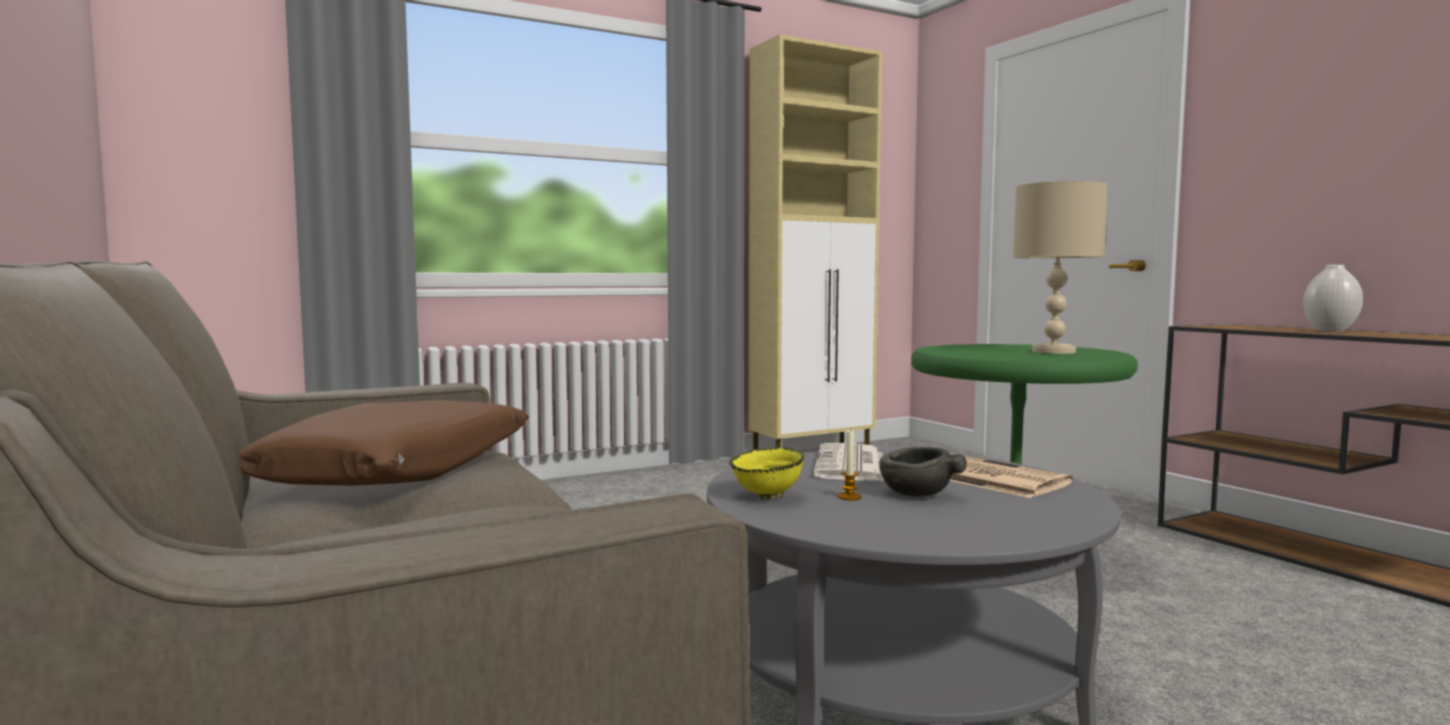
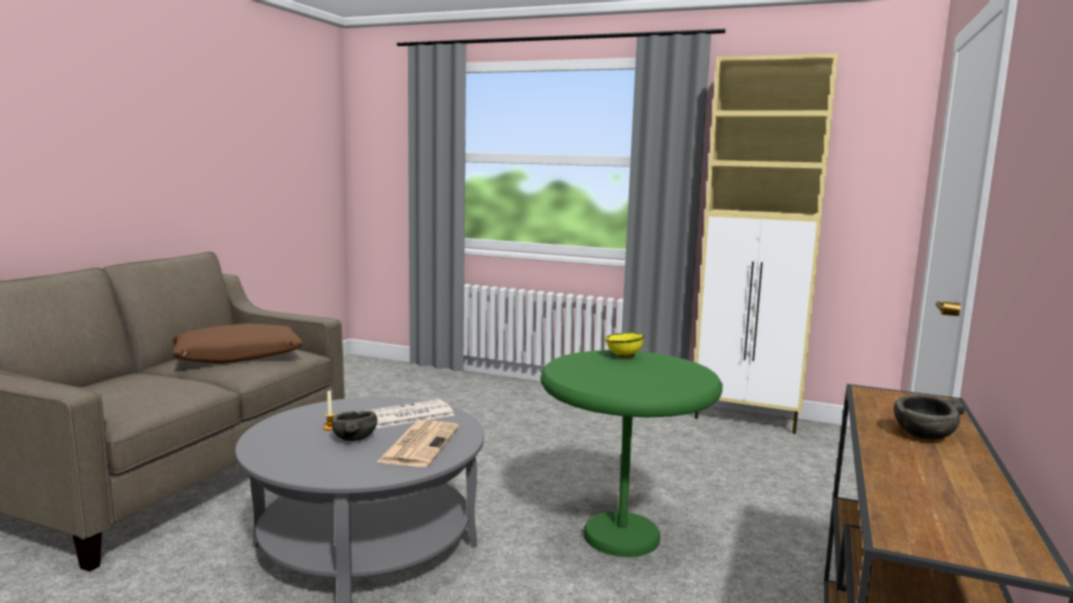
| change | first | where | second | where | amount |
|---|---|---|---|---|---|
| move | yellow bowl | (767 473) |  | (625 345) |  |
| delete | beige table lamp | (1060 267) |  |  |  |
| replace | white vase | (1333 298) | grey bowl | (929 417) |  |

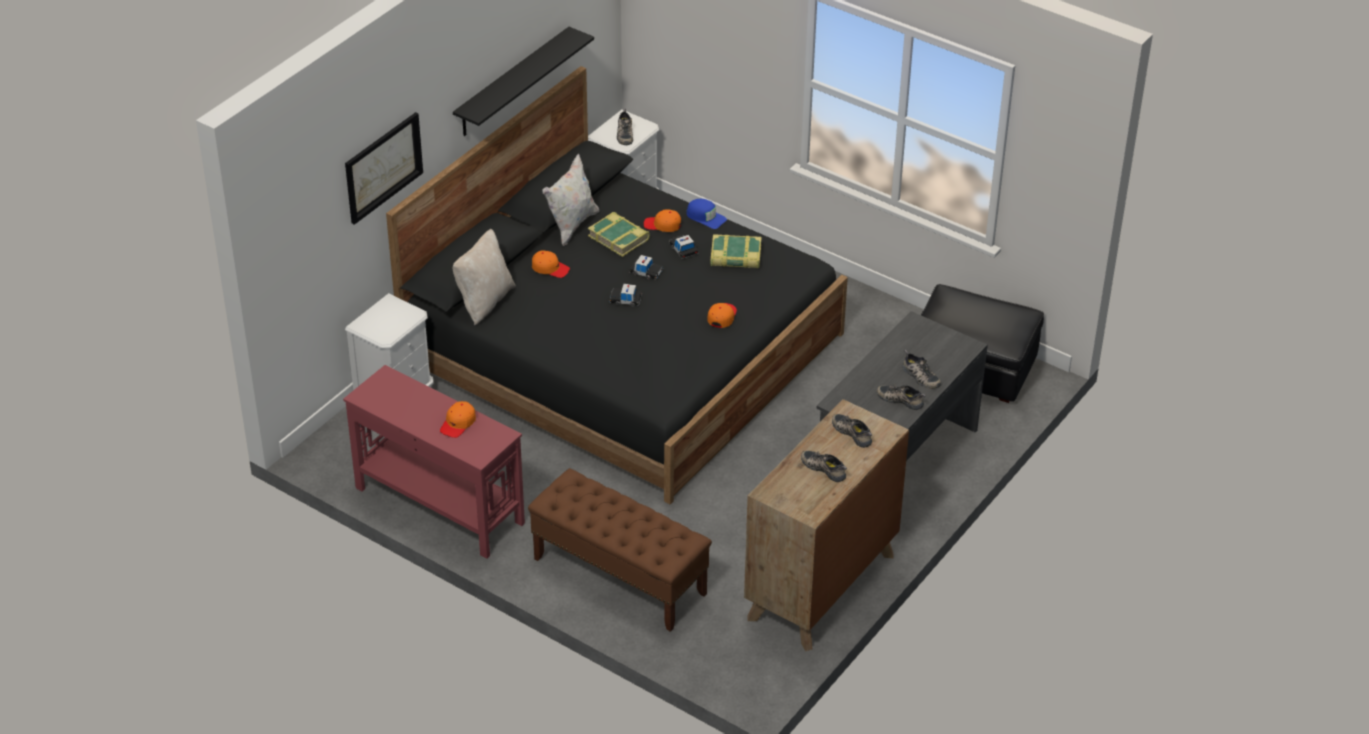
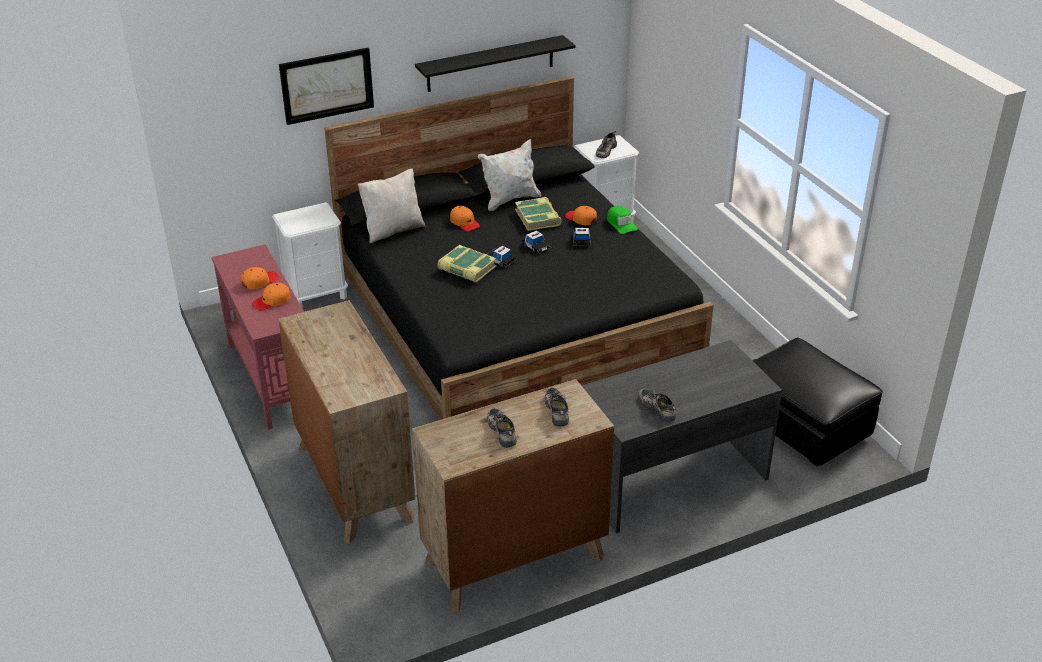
| change | first | where | second | where | amount |
|---|---|---|---|---|---|
| replace | brown bench | (620 550) | brown dresser | (346 422) |  |
| recolor | blue cap | (706 214) | green cap | (622 220) |  |
| move | orange cap | (722 315) |  | (260 278) |  |
| move | book | (736 251) |  | (467 264) |  |
| delete | shoe | (921 369) |  |  |  |

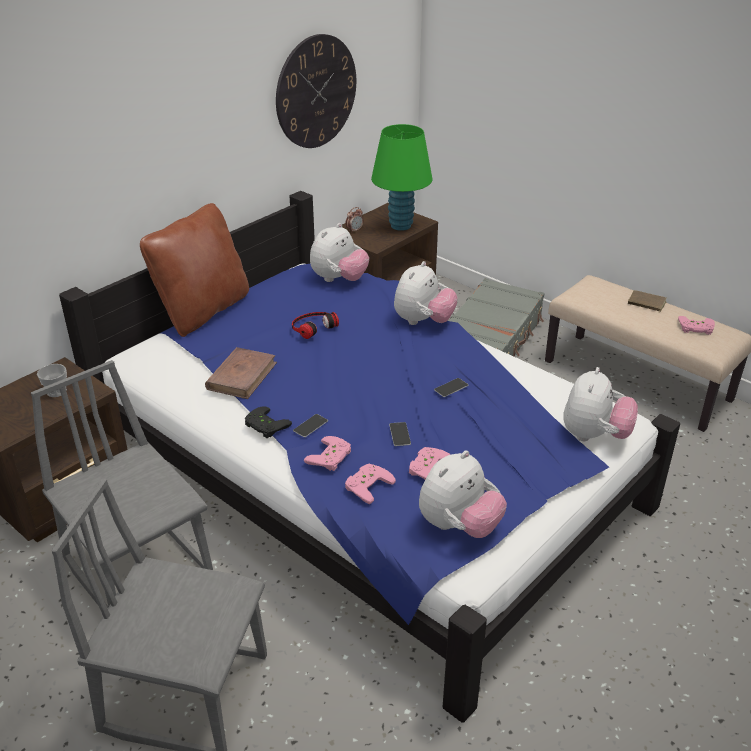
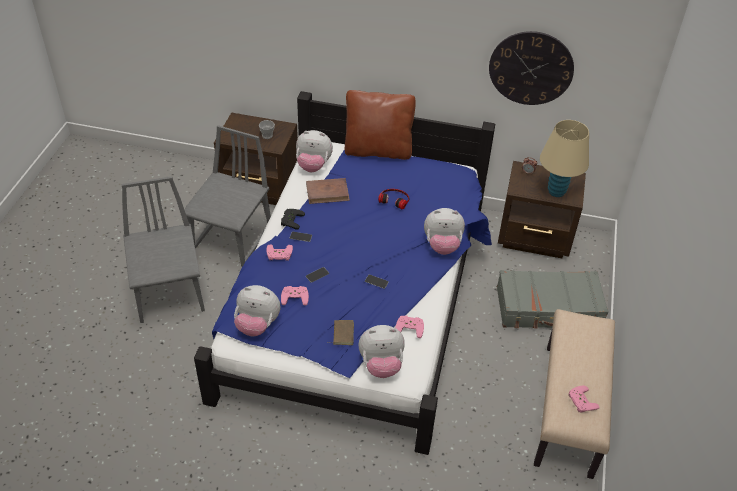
| change | first | where | second | where | amount |
|---|---|---|---|---|---|
| move | plush toy | (339 252) |  | (314 151) |  |
| move | pink game controller | (370 484) |  | (409 327) |  |
| recolor | green table lamp | (401 177) | beige table lamp | (564 158) |  |
| move | brown book | (647 301) |  | (340 332) |  |

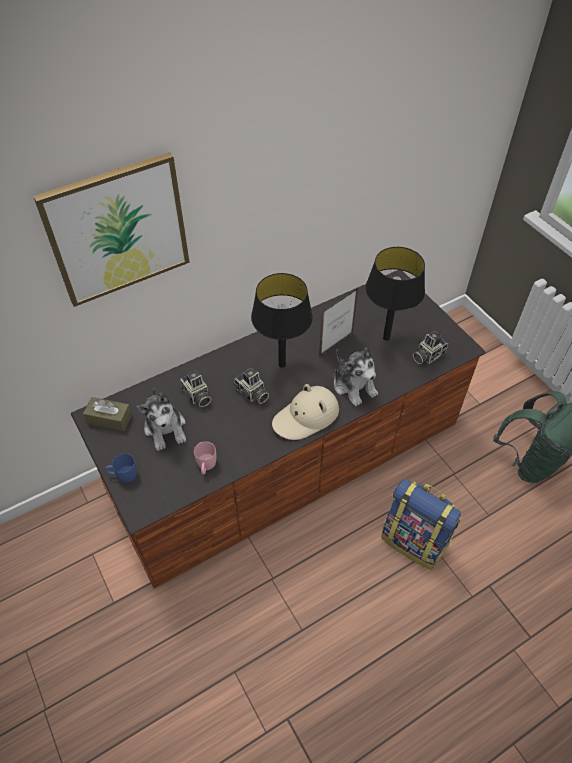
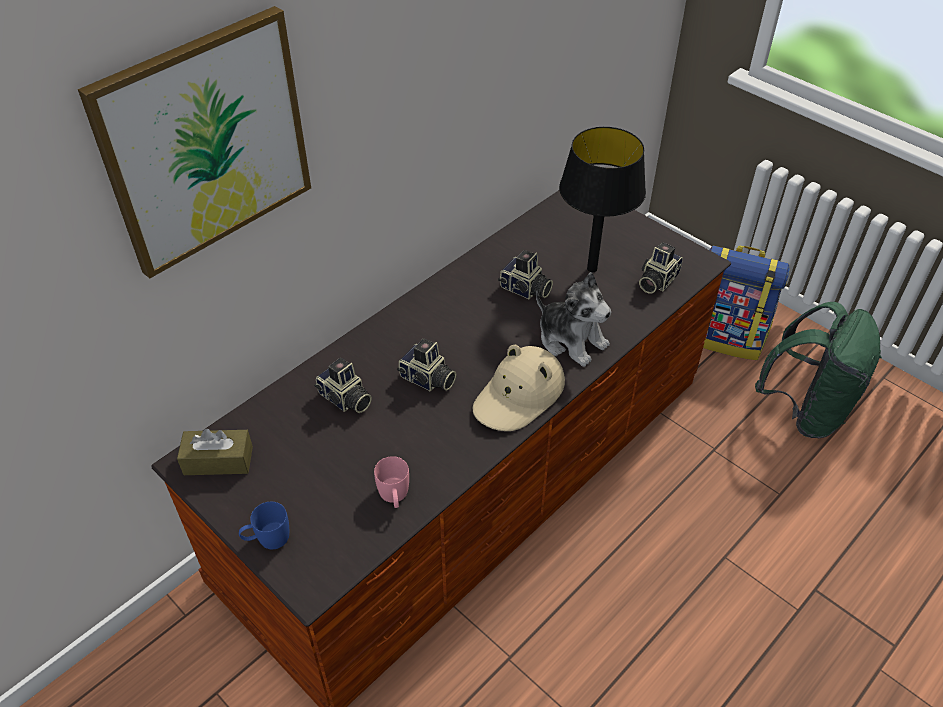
| change | first | where | second | where | amount |
|---|---|---|---|---|---|
| delete | plush toy | (161 419) |  |  |  |
| delete | black table lamp | (282 320) |  |  |  |
| replace | picture frame | (338 321) | photo camera | (525 274) |  |
| move | backpack | (421 524) |  | (746 302) |  |

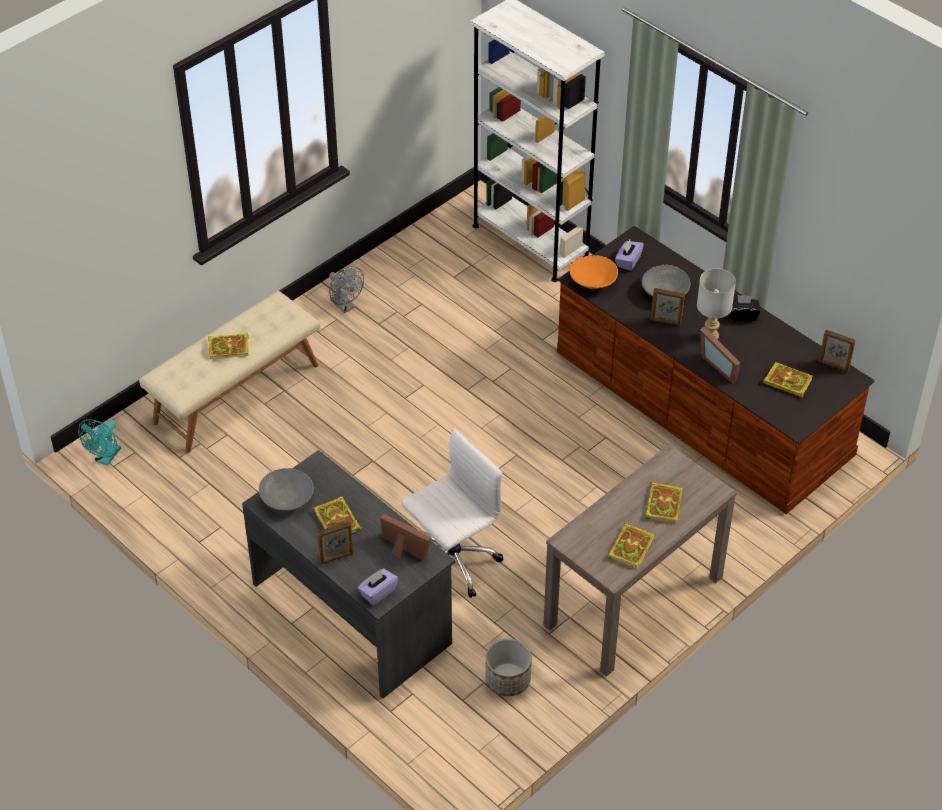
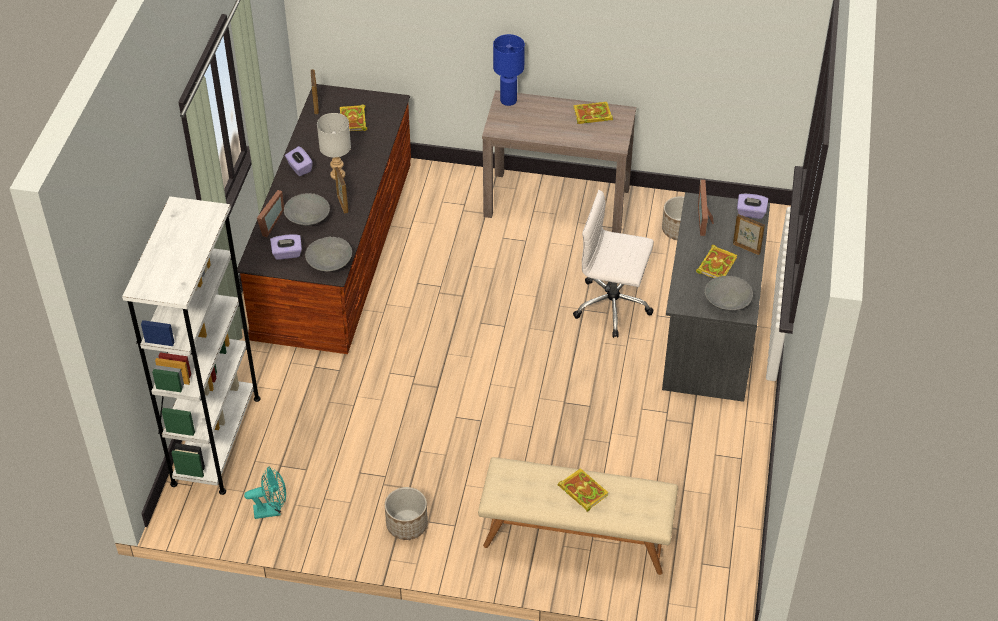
| change | first | where | second | where | amount |
|---|---|---|---|---|---|
| move | turquoise fan | (99 442) |  | (265 492) |  |
| replace | grey fan | (346 289) | planter | (406 513) |  |
| recolor | orange bowl | (593 272) | grey bowl | (328 254) |  |
| delete | book | (663 502) |  |  |  |
| move | picture frame | (720 355) |  | (270 213) |  |
| recolor | black tissue box | (745 308) | purple tissue box | (299 161) |  |
| insert |  |  | blue table lamp | (509 70) |  |

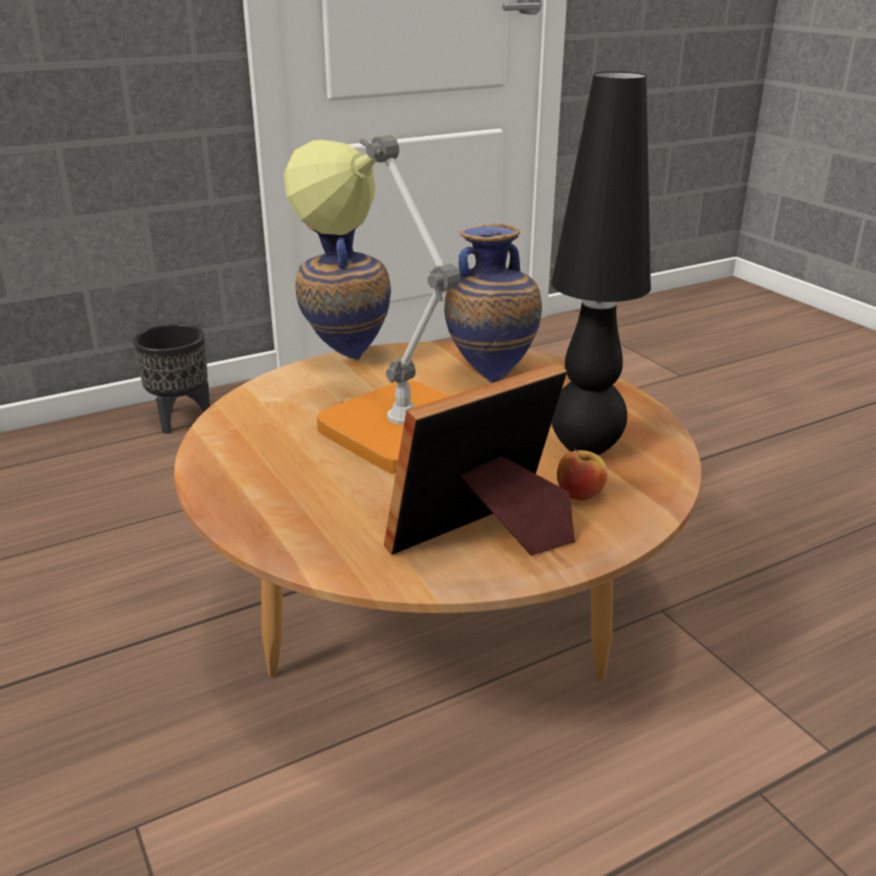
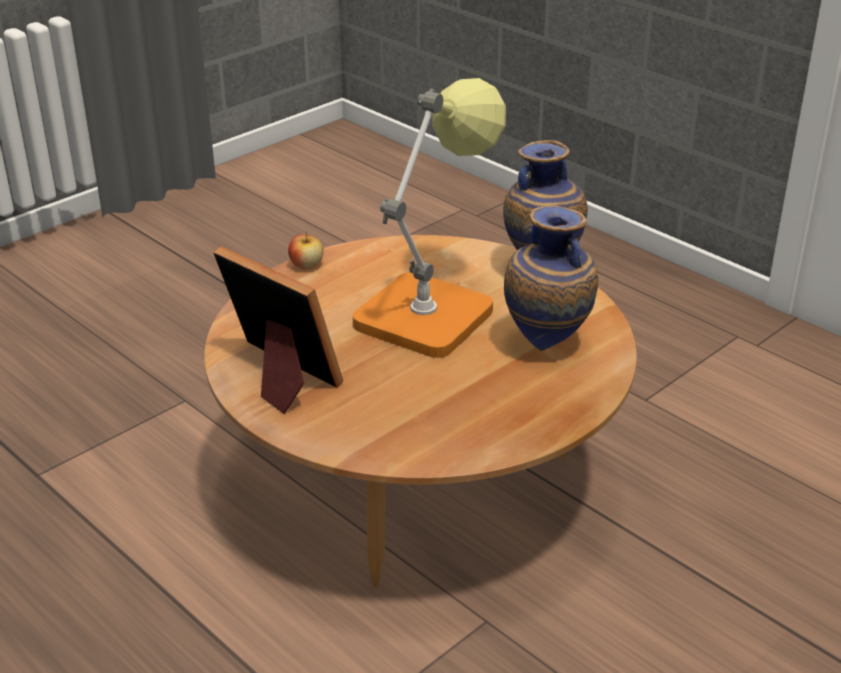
| change | first | where | second | where | amount |
|---|---|---|---|---|---|
| delete | black planter | (171 379) |  |  |  |
| delete | black table lamp | (601 263) |  |  |  |
| move | apple | (582 474) |  | (306 250) |  |

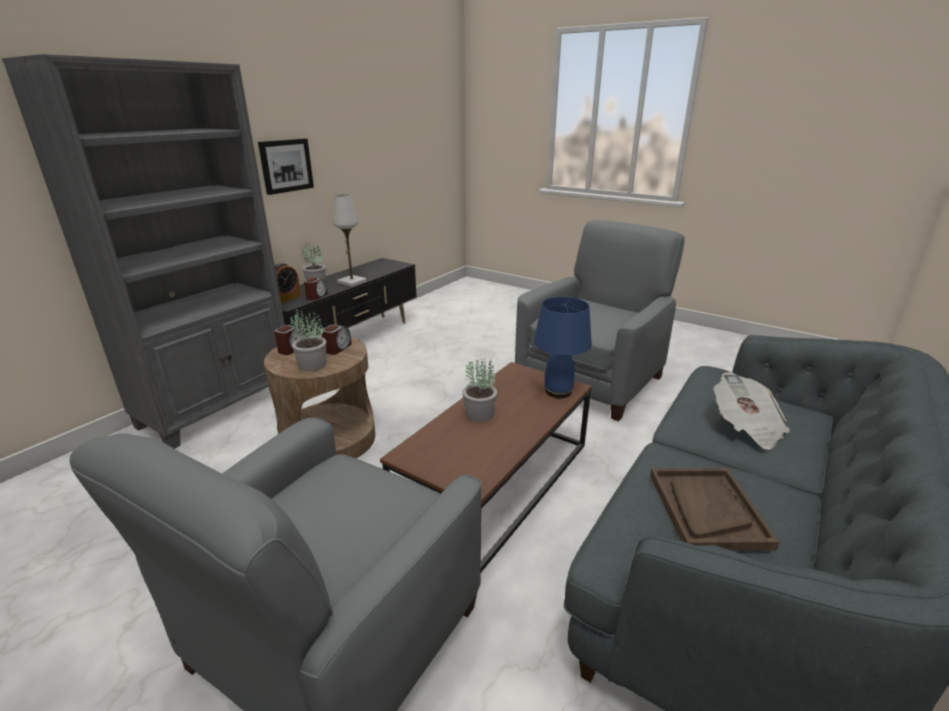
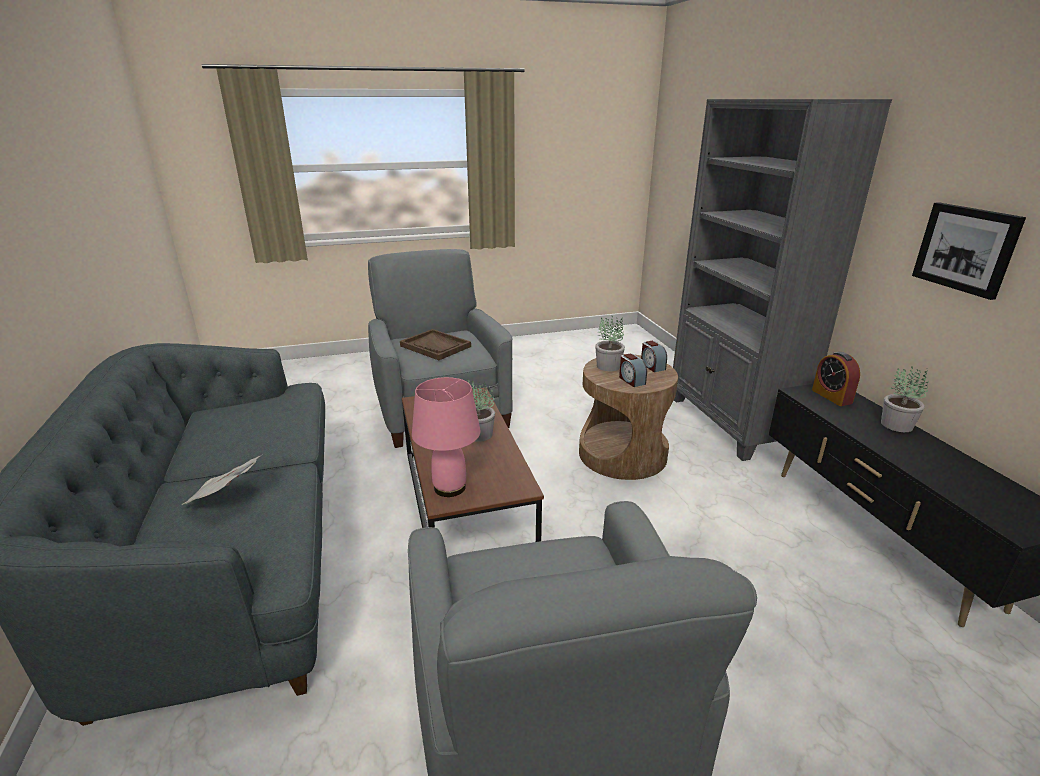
| change | first | where | second | where | amount |
|---|---|---|---|---|---|
| delete | alarm clock | (316 289) |  |  |  |
| delete | white table lamp | (350 240) |  |  |  |
| recolor | blue table lamp | (563 347) | pink table lamp | (446 437) |  |
| move | brown tray | (714 509) |  | (435 344) |  |

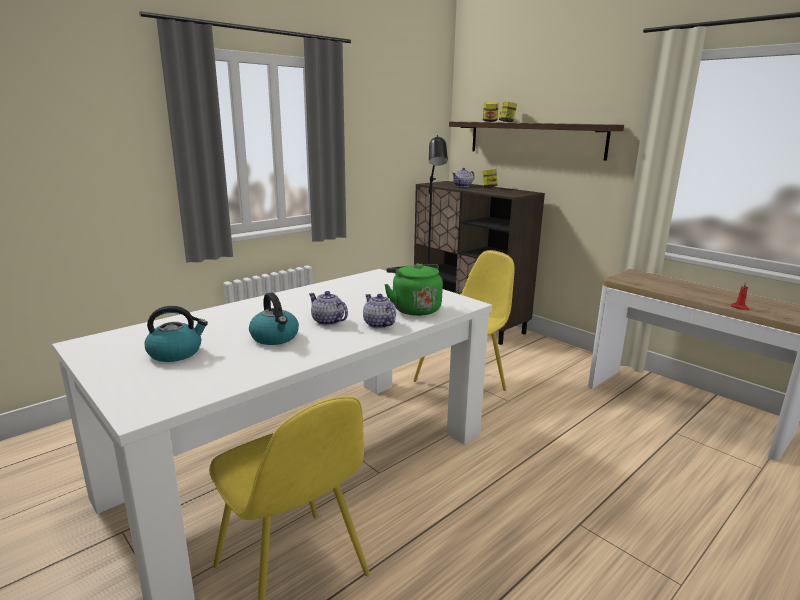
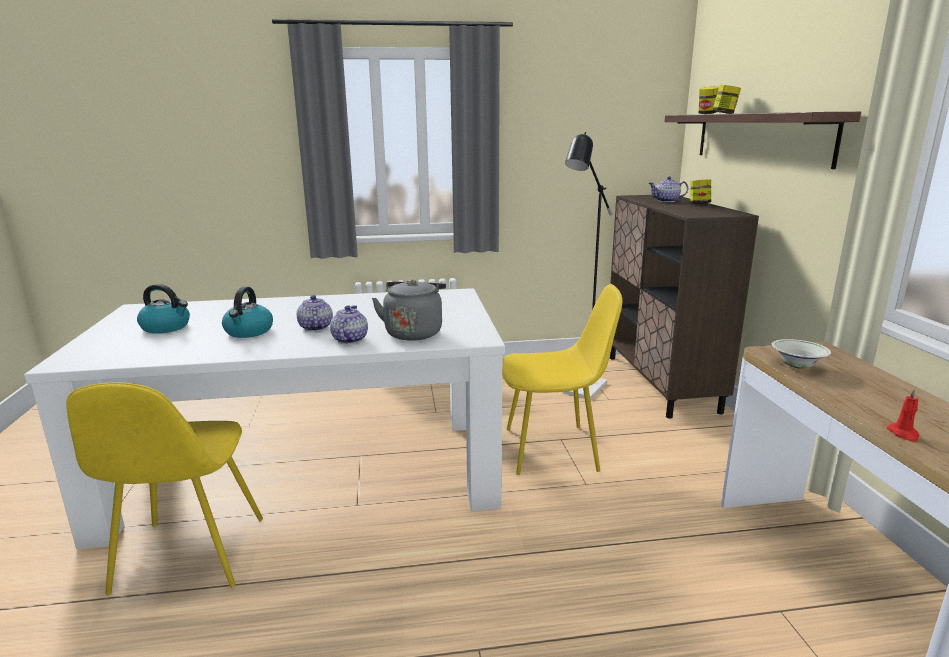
| change | first | where | second | where | amount |
|---|---|---|---|---|---|
| recolor | green kettle | (413 289) | grey kettle | (409 310) |  |
| insert |  |  | white bowl | (801 353) |  |

